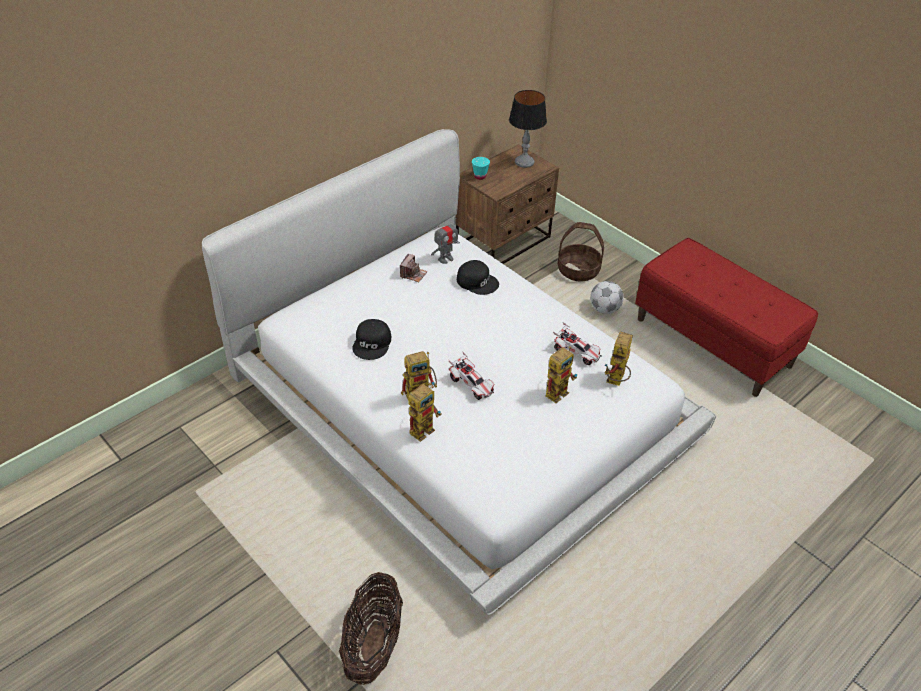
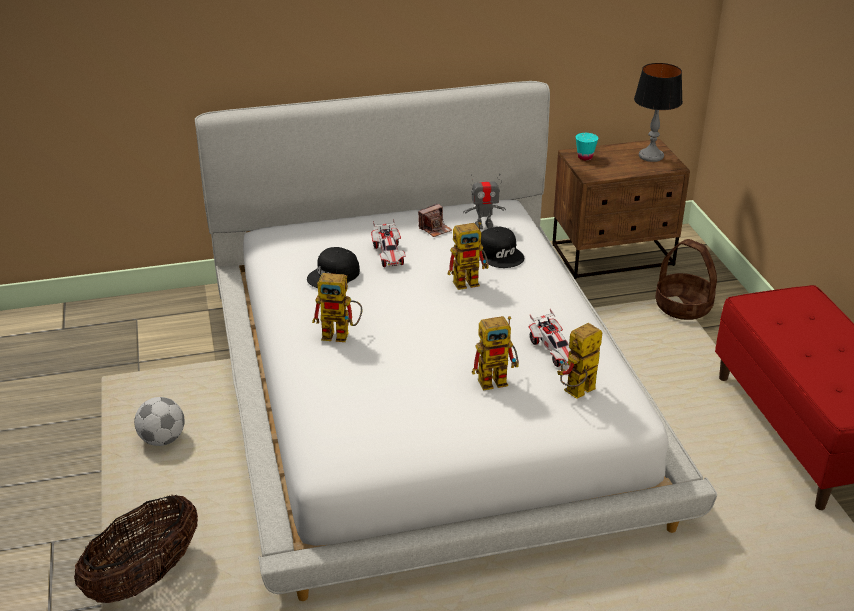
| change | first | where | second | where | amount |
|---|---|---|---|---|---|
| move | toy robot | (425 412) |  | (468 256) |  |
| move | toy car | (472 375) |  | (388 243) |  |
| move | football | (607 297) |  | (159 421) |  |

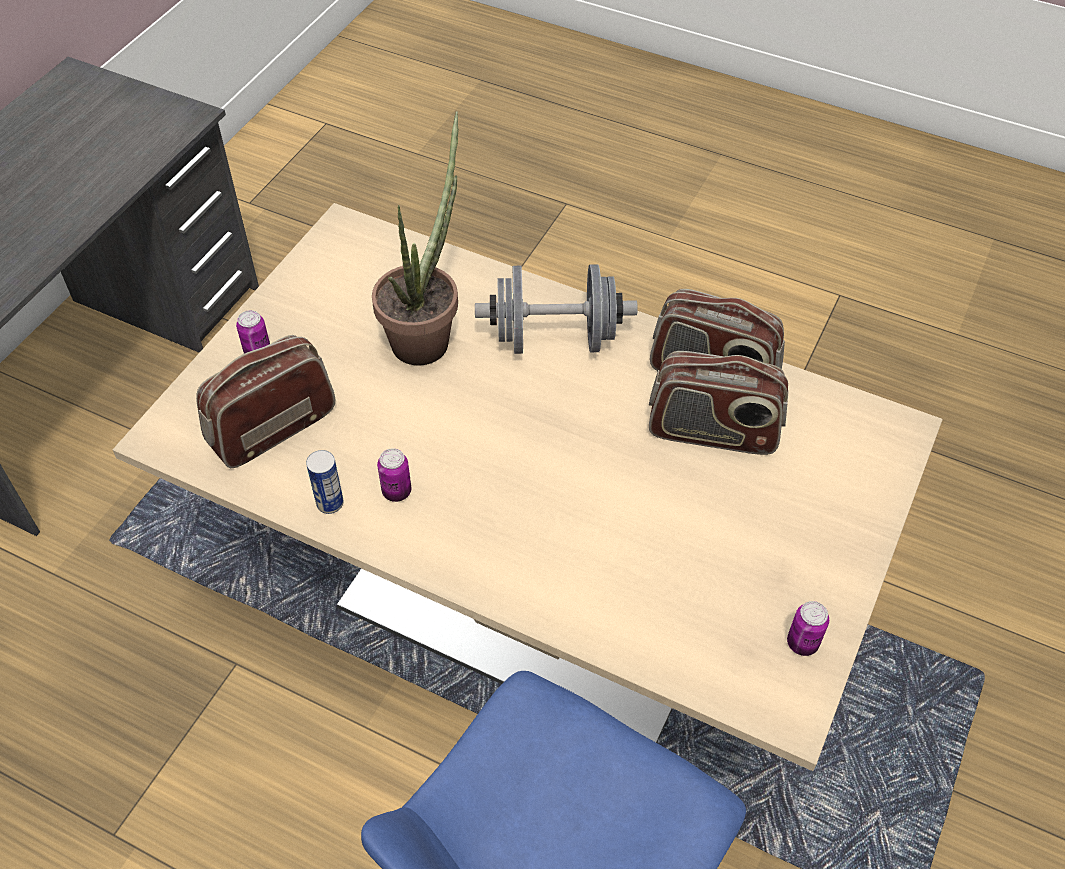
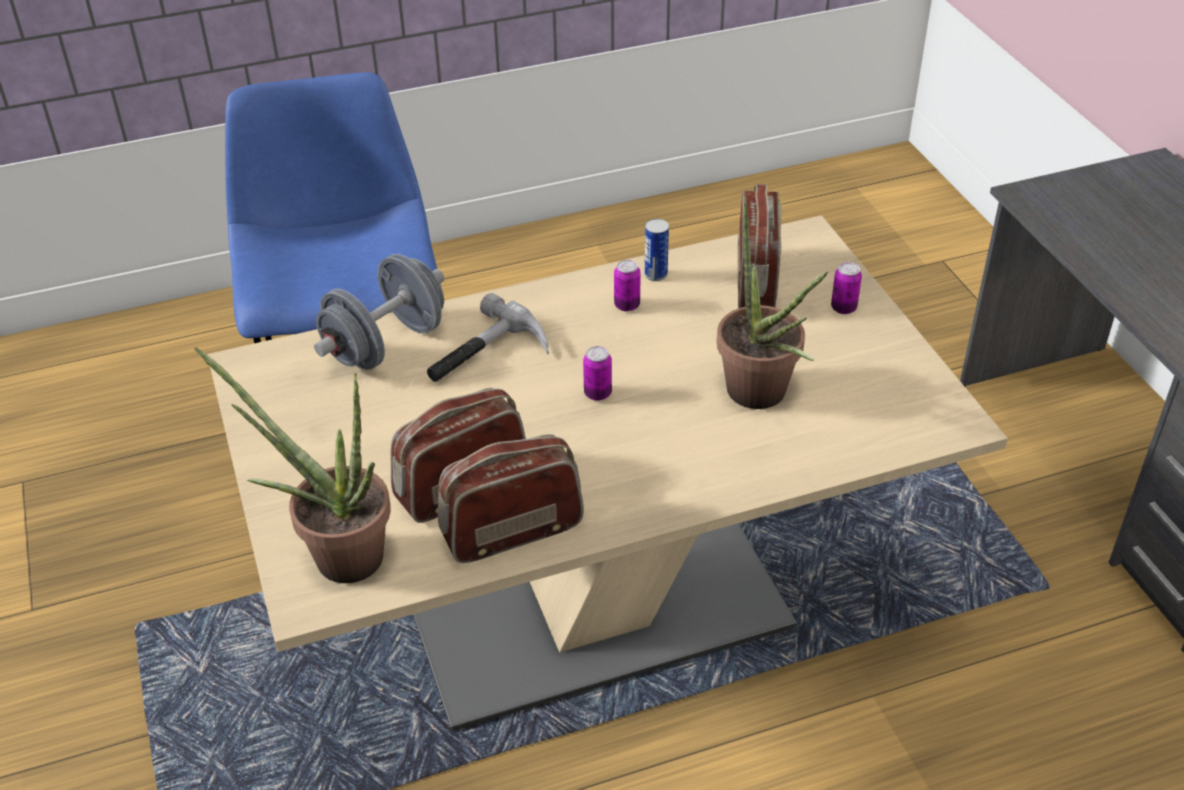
| change | first | where | second | where | amount |
|---|---|---|---|---|---|
| move | grey dumbbell | (556 309) |  | (379 312) |  |
| move | can | (808 628) |  | (597 373) |  |
| insert |  |  | potted plant | (292 465) |  |
| insert |  |  | hammer | (488 337) |  |

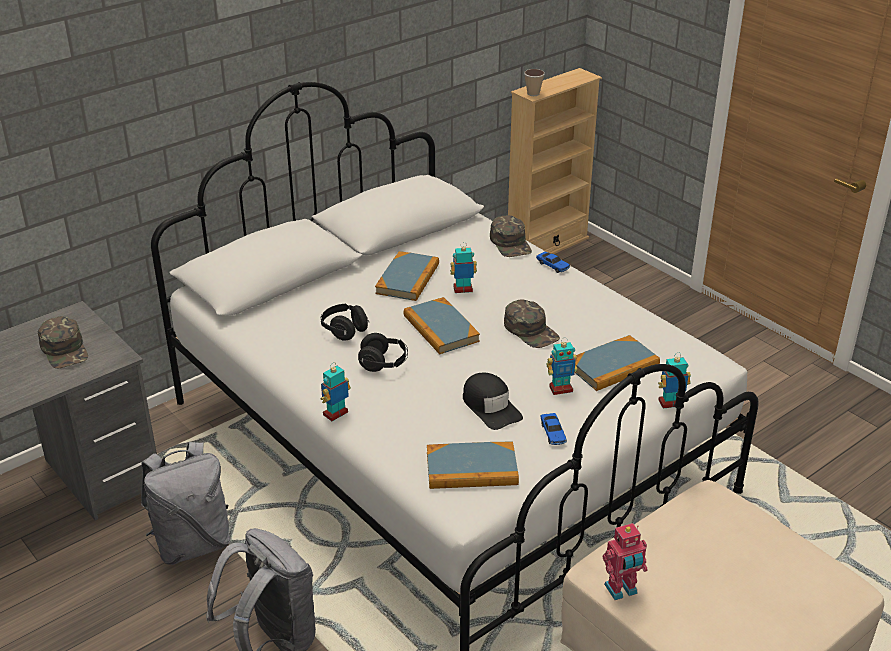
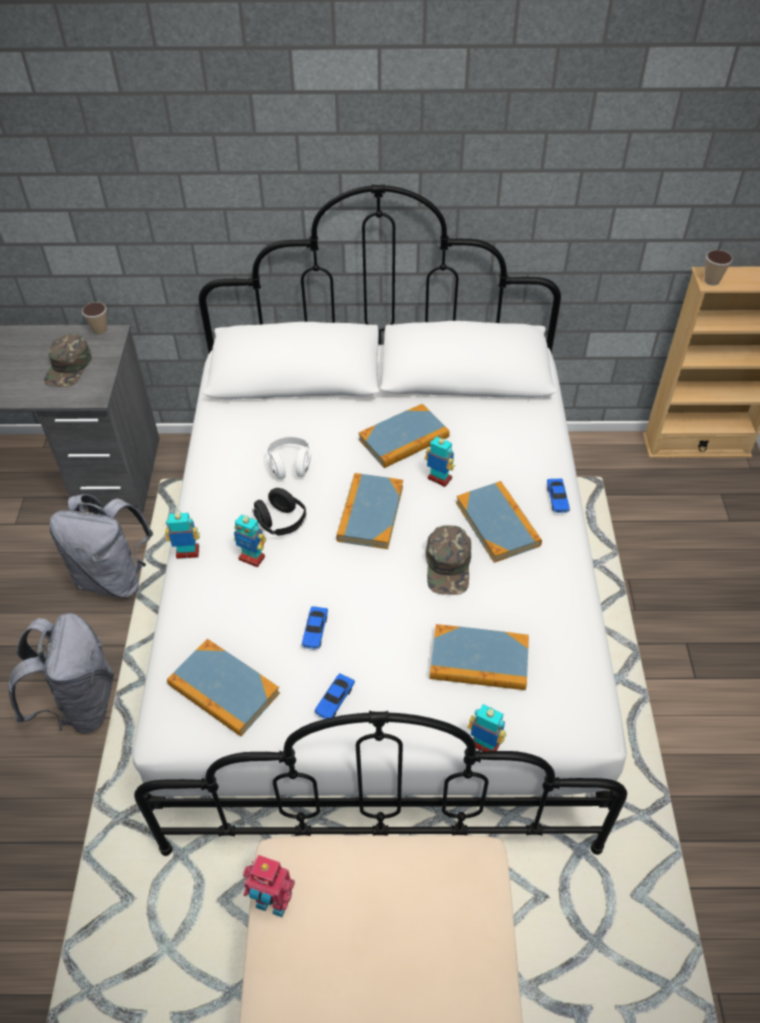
| change | first | where | second | where | amount |
|---|---|---|---|---|---|
| recolor | black headphones | (345 322) | white headphones | (289 458) |  |
| replace | black cap | (493 401) | toy car | (314 627) |  |
| delete | green cap | (511 236) |  |  |  |
| move | toy robot | (562 366) |  | (250 541) |  |
| insert |  |  | cup | (94 318) |  |
| insert |  |  | book | (499 522) |  |

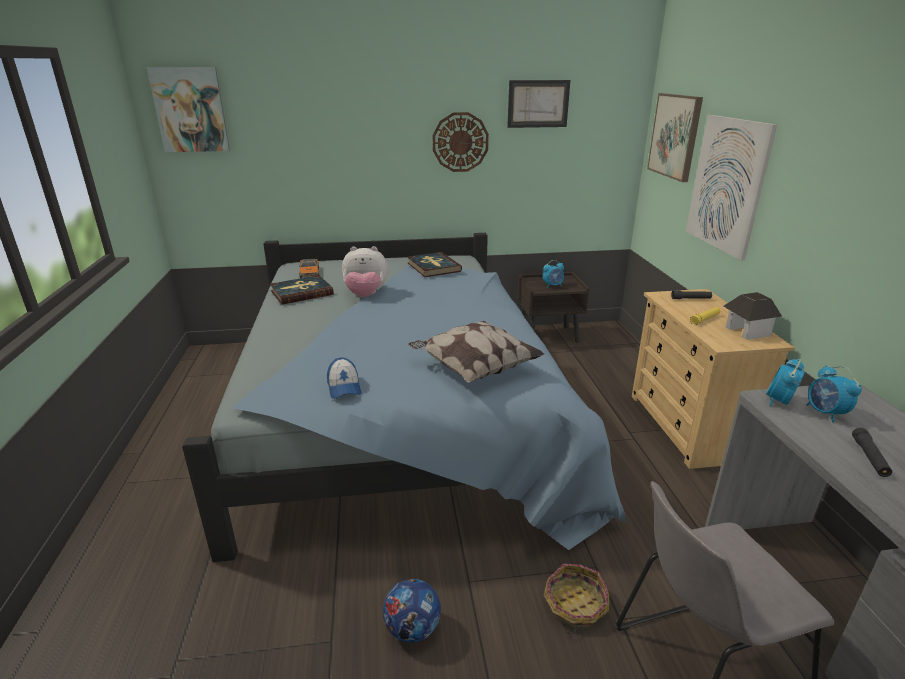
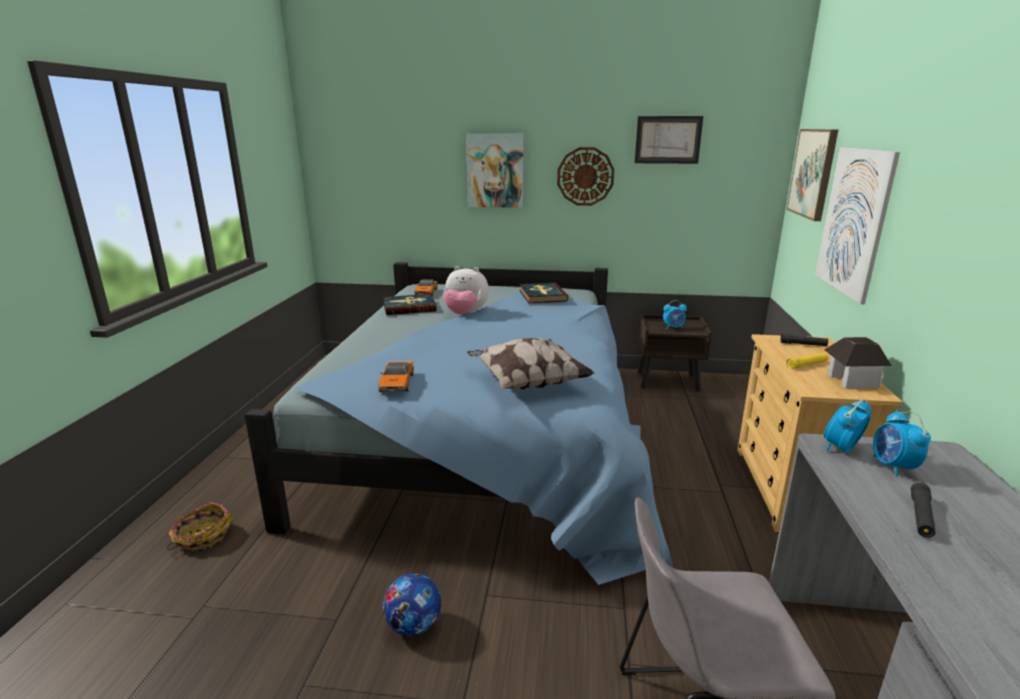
| change | first | where | second | where | amount |
|---|---|---|---|---|---|
| move | picture | (188 109) |  | (495 171) |  |
| replace | cap | (344 378) | toy car | (396 376) |  |
| move | basket | (576 599) |  | (200 526) |  |

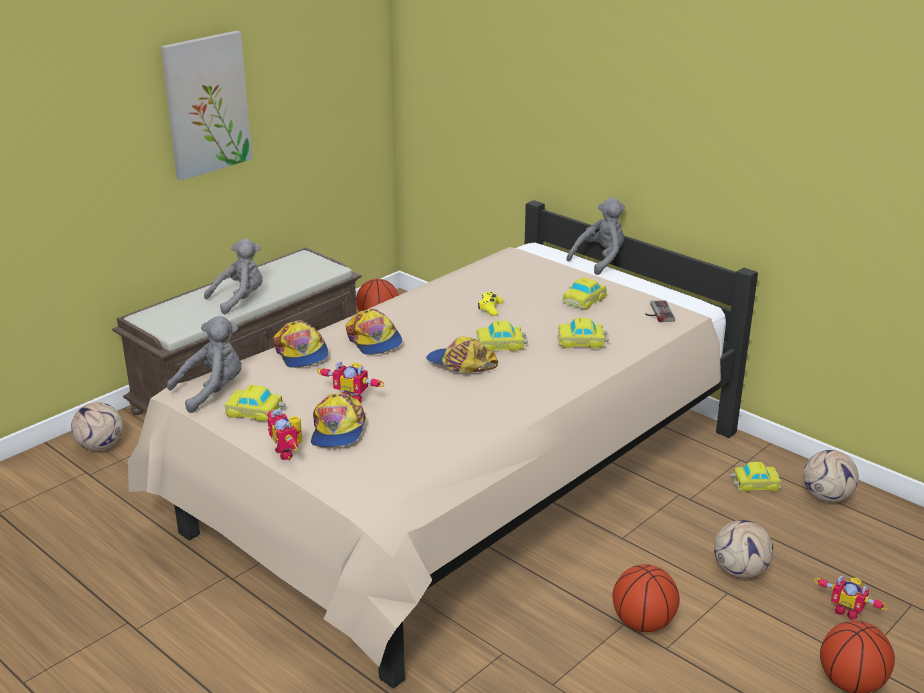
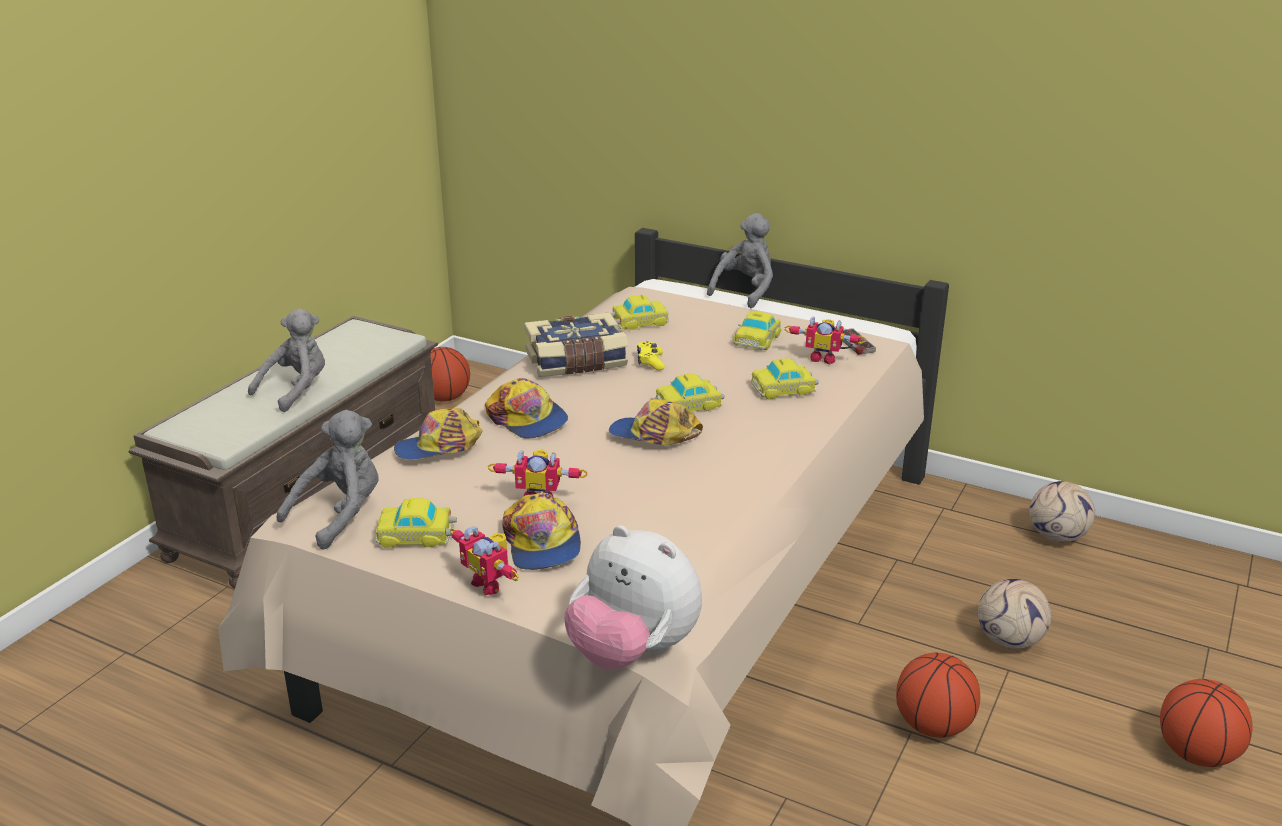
| change | first | where | second | where | amount |
|---|---|---|---|---|---|
| delete | football | (97 426) |  |  |  |
| delete | picture | (206 105) |  |  |  |
| rotate | cap | (301 344) |  | (438 434) | 105 degrees clockwise |
| move | toy car | (755 477) |  | (640 312) |  |
| move | toy robot | (851 598) |  | (825 340) |  |
| insert |  |  | book | (576 344) |  |
| insert |  |  | plush toy | (633 597) |  |

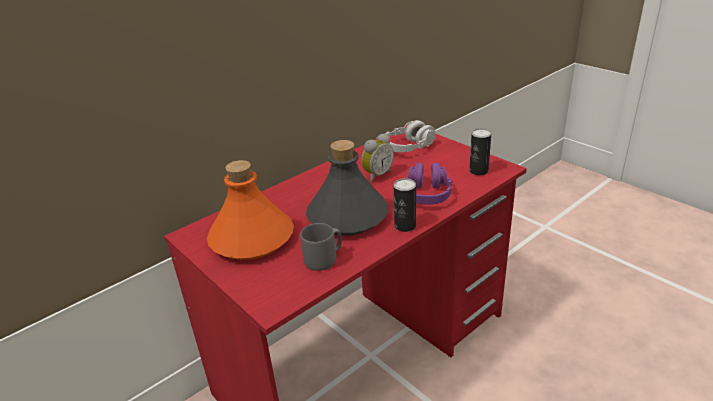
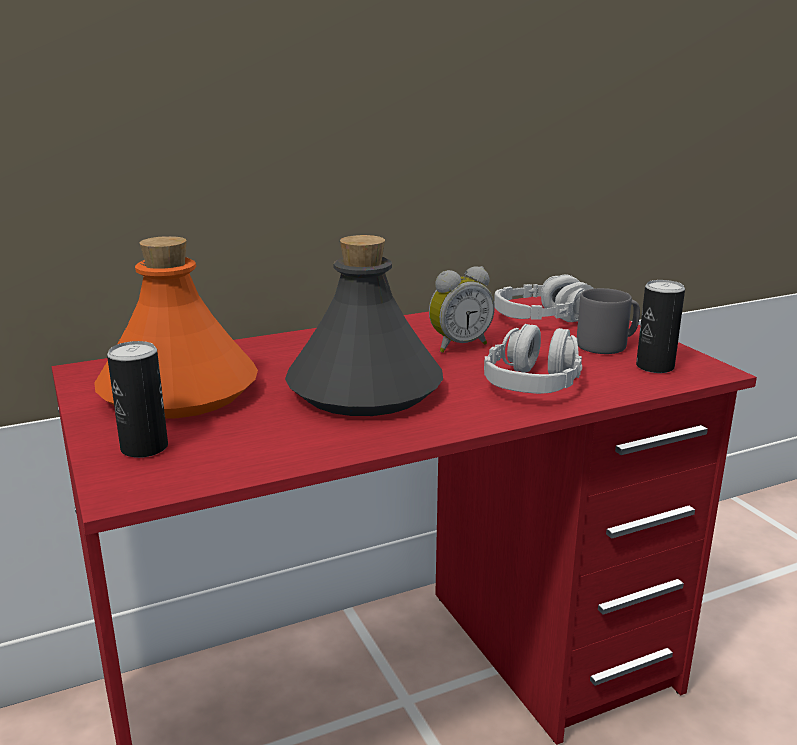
| change | first | where | second | where | amount |
|---|---|---|---|---|---|
| move | grey mug | (321 247) |  | (608 321) |  |
| move | can | (405 205) |  | (137 399) |  |
| recolor | purple headphones | (428 183) | grey headphones | (533 359) |  |

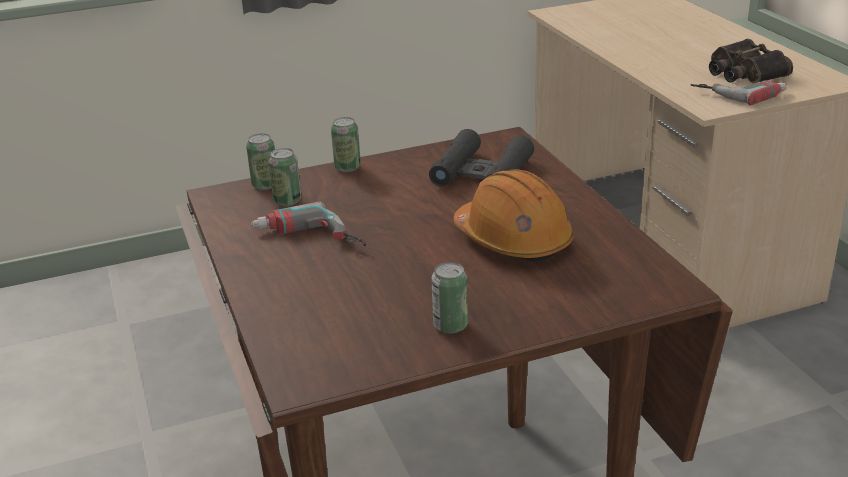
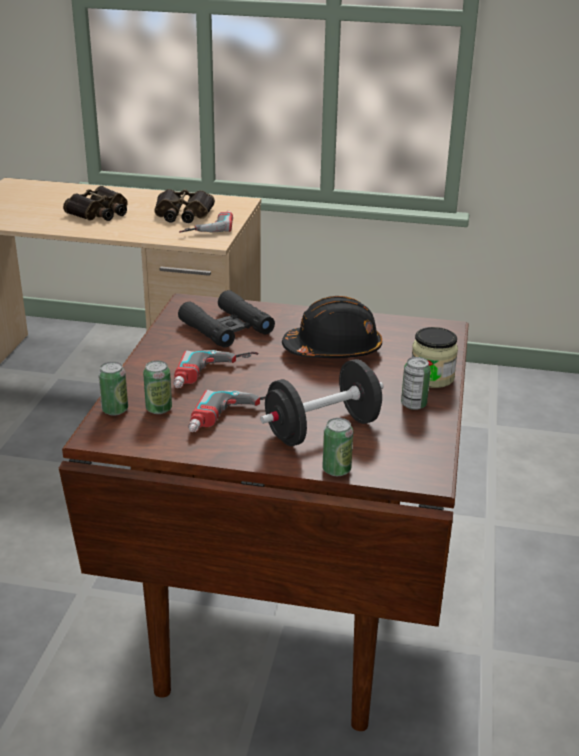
| change | first | where | second | where | amount |
|---|---|---|---|---|---|
| move | can | (346 144) |  | (337 447) |  |
| recolor | orange hard hat | (513 215) | black hard hat | (332 327) |  |
| insert |  |  | binoculars | (95 203) |  |
| insert |  |  | power drill | (216 369) |  |
| insert |  |  | black dumbbell | (321 402) |  |
| insert |  |  | jar | (435 357) |  |

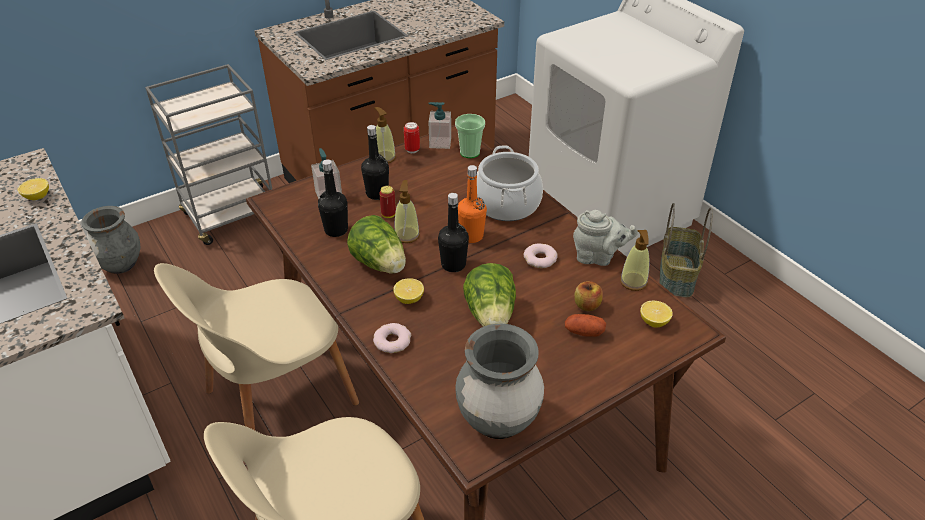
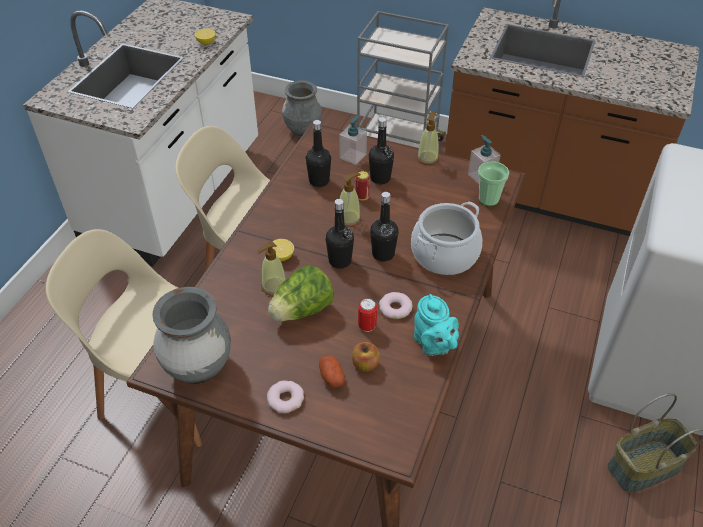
| change | first | where | second | where | amount |
|---|---|---|---|---|---|
| delete | lettuce | (376 244) |  |  |  |
| move | donut | (392 338) |  | (285 397) |  |
| move | can | (412 137) |  | (367 315) |  |
| recolor | orange bottle | (472 204) | black bottle | (384 227) |  |
| recolor | grey teapot | (605 238) | turquoise teapot | (436 325) |  |
| move | soap dispenser | (634 260) |  | (271 268) |  |
| delete | lemon | (656 314) |  |  |  |

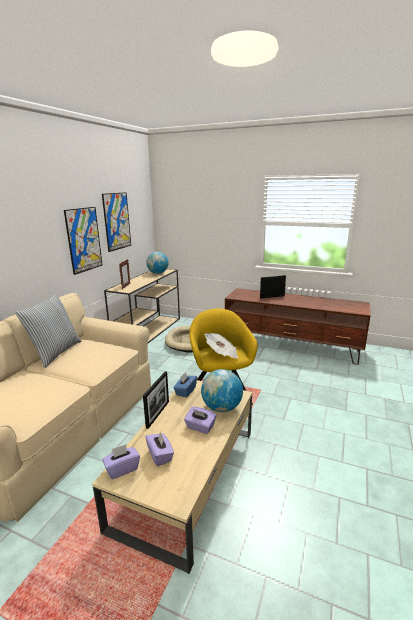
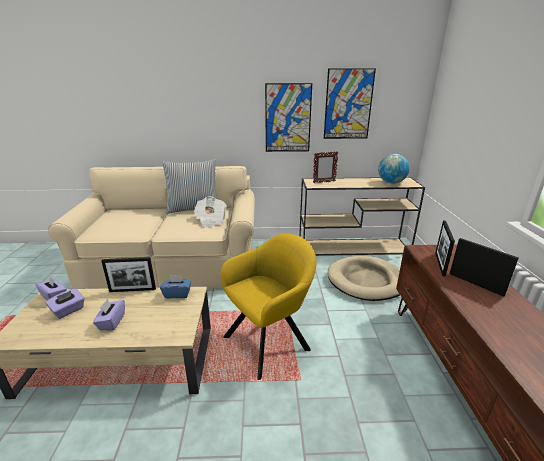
| change | first | where | second | where | amount |
|---|---|---|---|---|---|
| delete | globe | (222 390) |  |  |  |
| move | newspaper | (221 346) |  | (210 212) |  |
| insert |  |  | picture frame | (445 248) |  |

